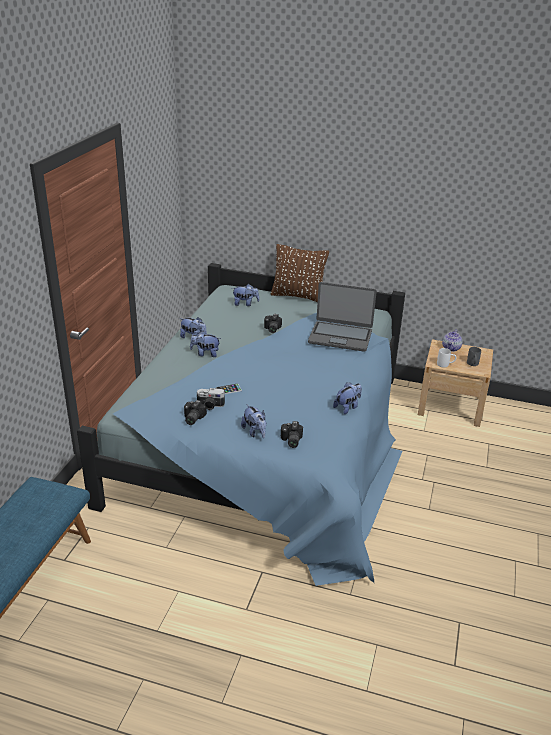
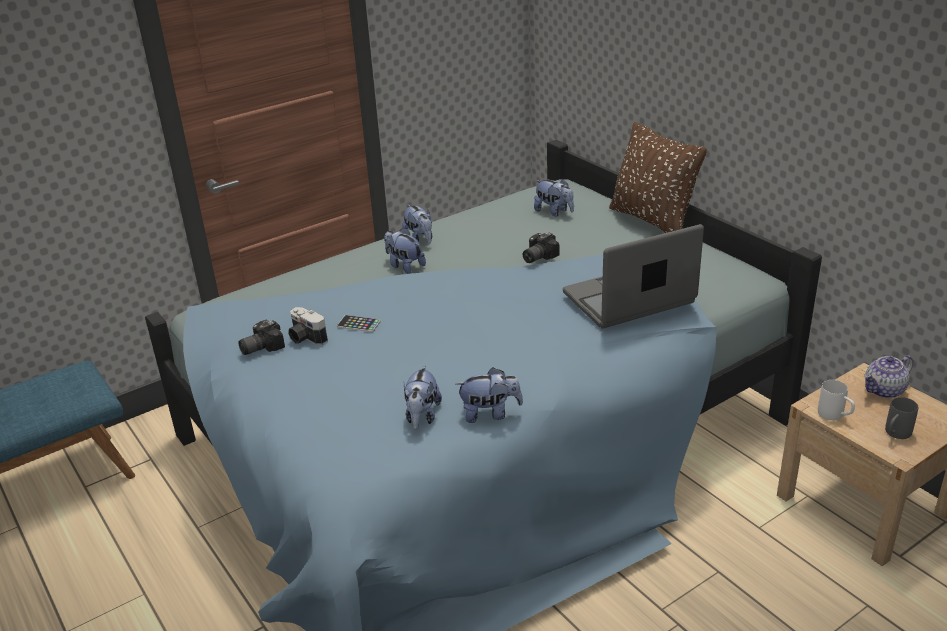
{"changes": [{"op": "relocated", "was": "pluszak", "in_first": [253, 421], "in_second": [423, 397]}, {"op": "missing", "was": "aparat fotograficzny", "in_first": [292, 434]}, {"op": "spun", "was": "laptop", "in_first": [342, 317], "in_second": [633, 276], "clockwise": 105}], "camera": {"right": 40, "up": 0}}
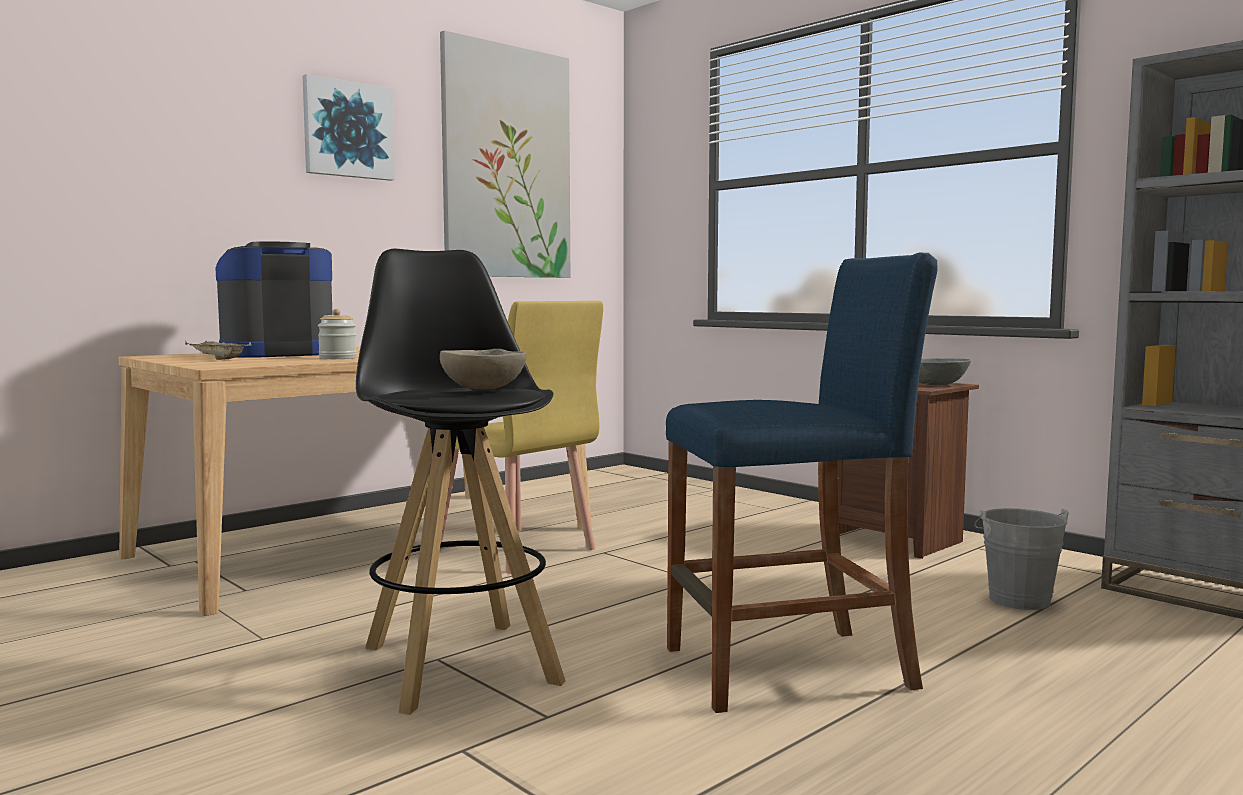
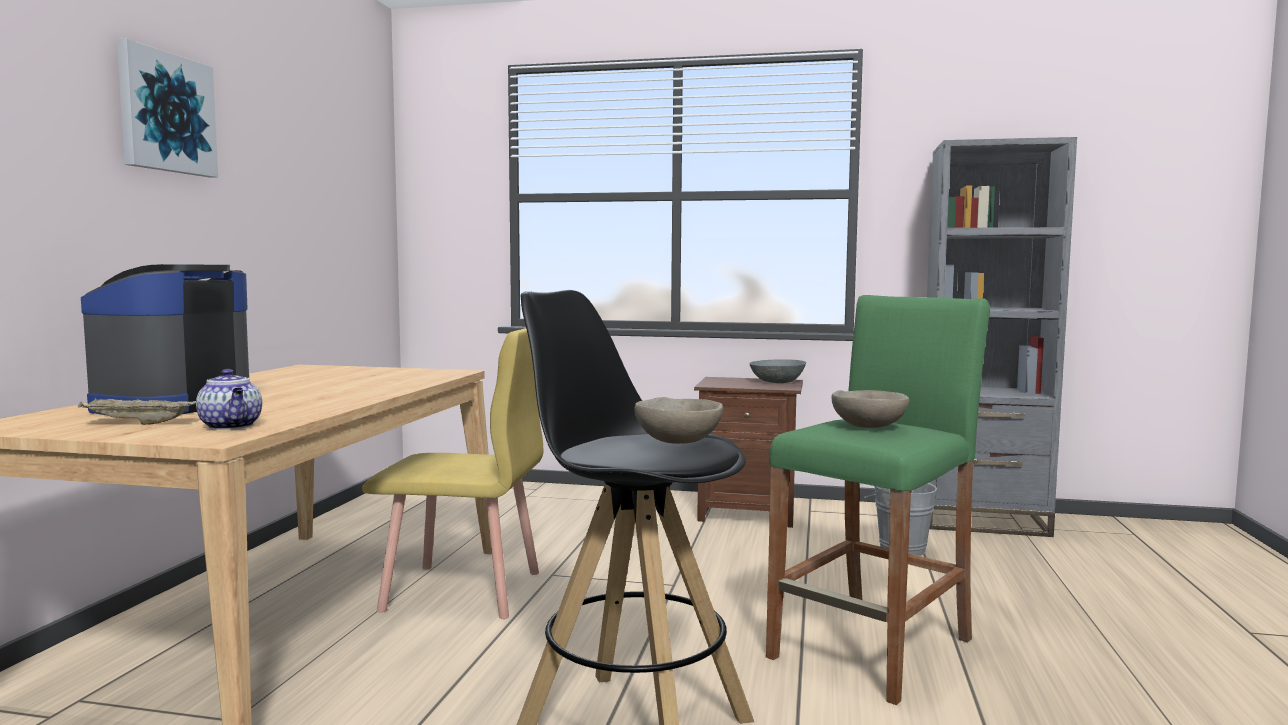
{"changes": [{"op": "missing", "was": "słoik", "in_first": [337, 334]}, {"op": "missing", "was": "obraz", "in_first": [505, 154]}, {"op": "colour", "was": "stołek [niebieski]", "now": "stołek [zielony]", "in_first": [802, 483], "in_second": [878, 500]}, {"op": "appeared", "now": "imbryk", "in_second": [229, 399]}, {"op": "appeared", "now": "miska [beżowy]", "in_second": [870, 409]}], "camera": {"right": -35, "up": 0}}
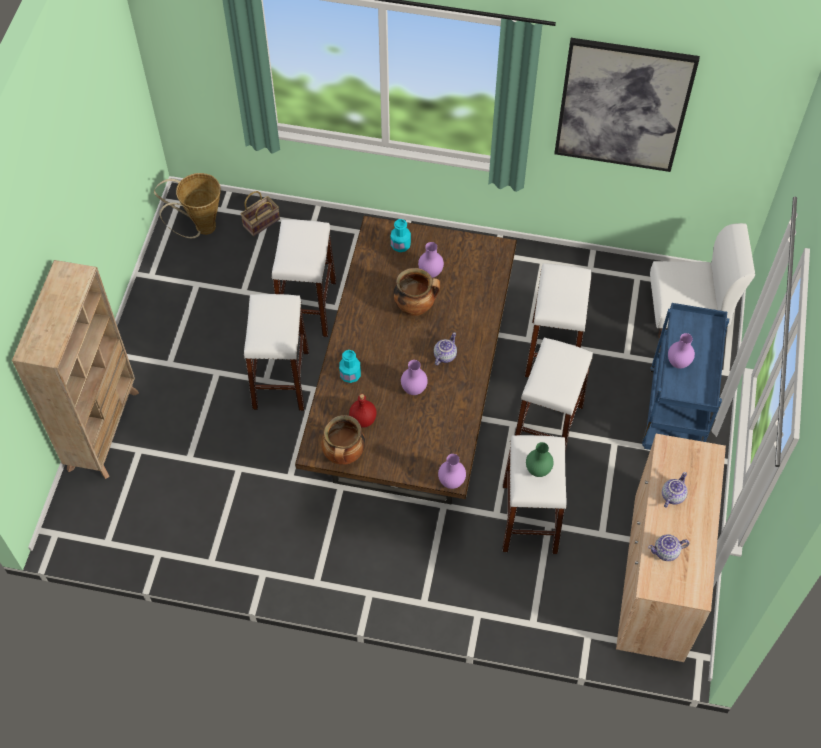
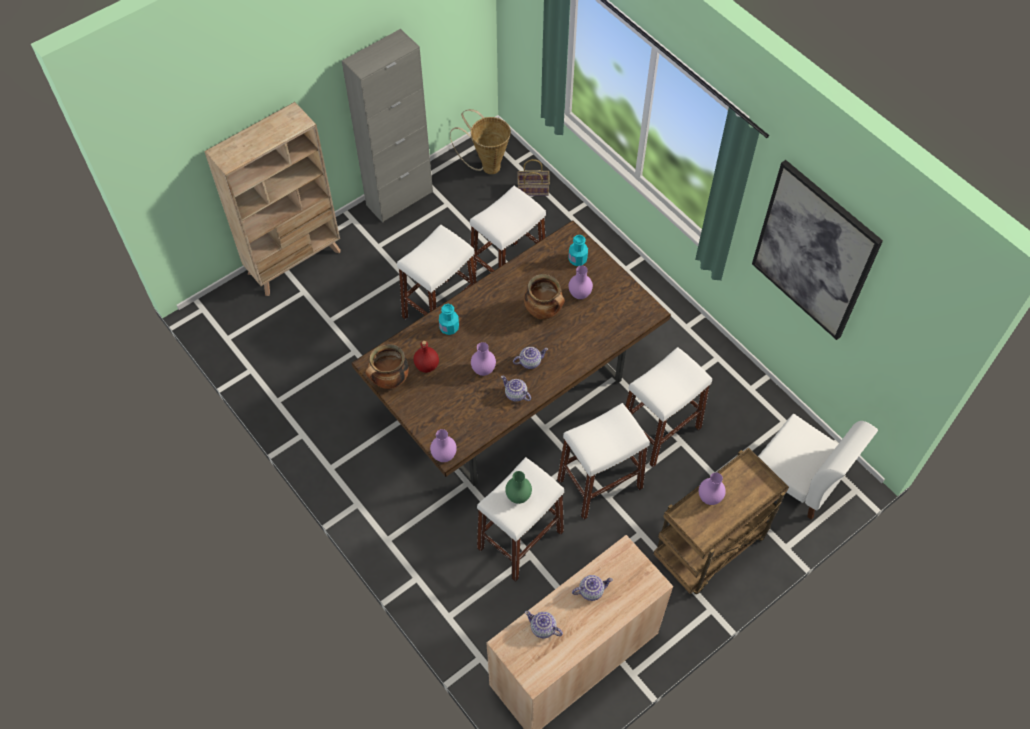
{"changes": [{"op": "colour", "was": "wózek [niebieski]", "now": "wózek [brązowy]", "in_first": [685, 376], "in_second": [721, 520]}, {"op": "appeared", "now": "szafka [szary]", "in_second": [387, 126]}, {"op": "appeared", "now": "imbryk", "in_second": [516, 389]}], "camera": {"right": 40, "up": 0}}
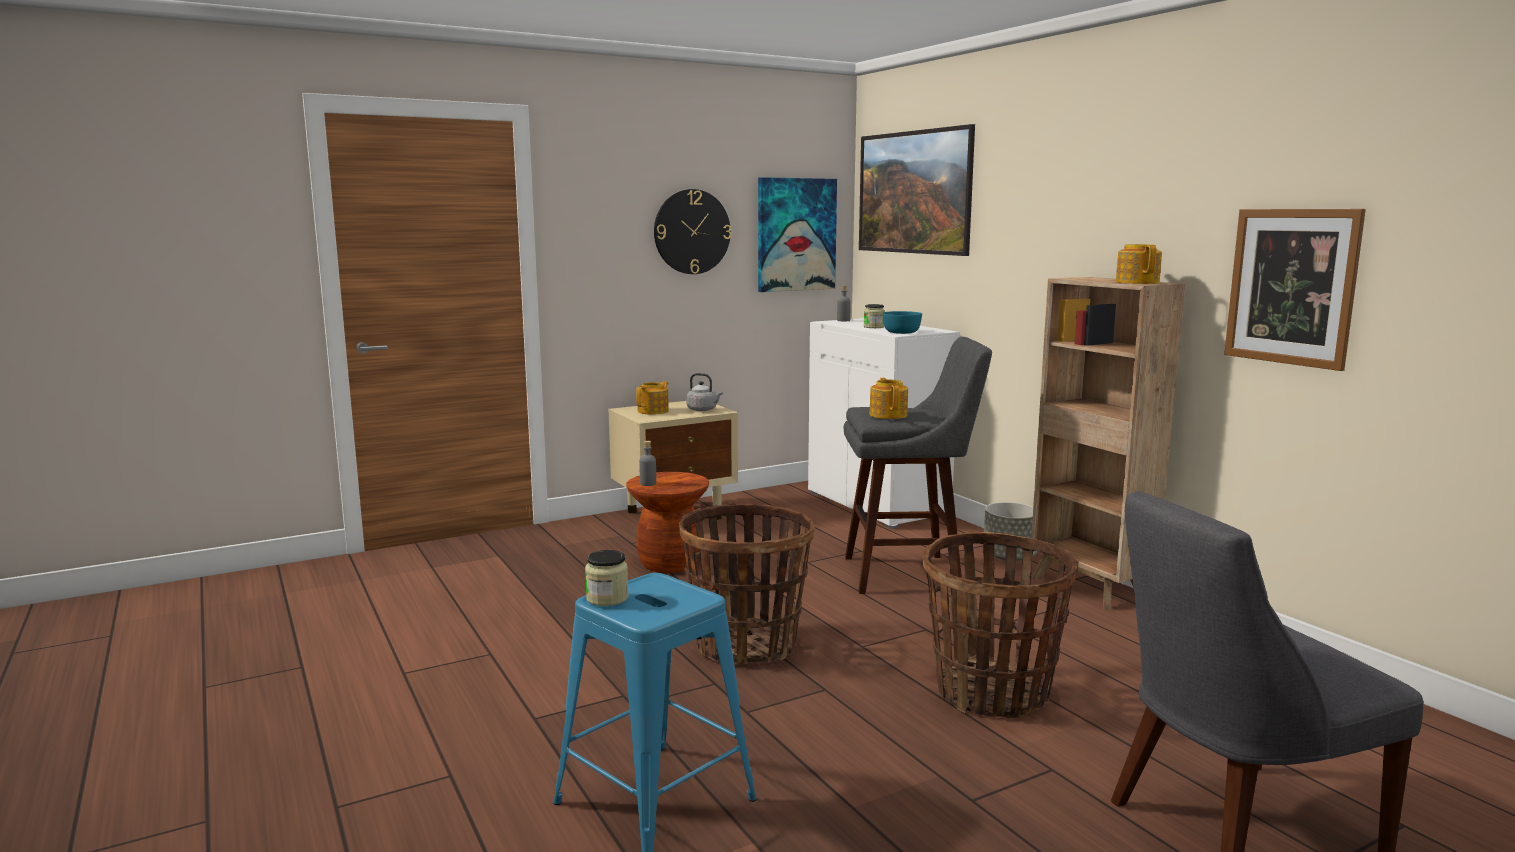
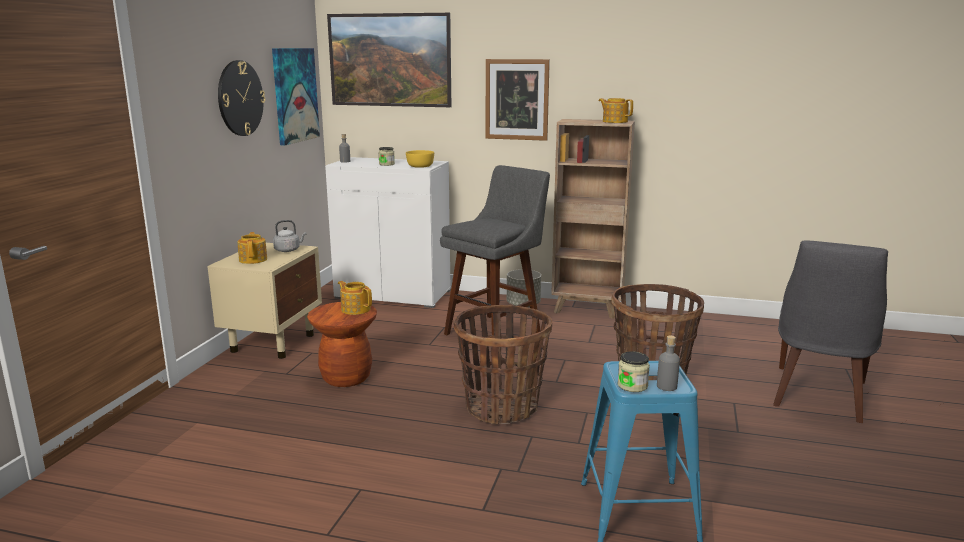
{"changes": [{"op": "relocated", "was": "butelka [szary]", "in_first": [647, 463], "in_second": [668, 363]}, {"op": "relocated", "was": "imbryk", "in_first": [889, 398], "in_second": [355, 298]}, {"op": "colour", "was": "miska [turkusowy]", "now": "miska [żółty]", "in_first": [902, 322], "in_second": [420, 159]}, {"op": "relocated", "was": "obraz", "in_first": [1295, 290], "in_second": [518, 100]}], "camera": {"right": -45, "up": 5}}
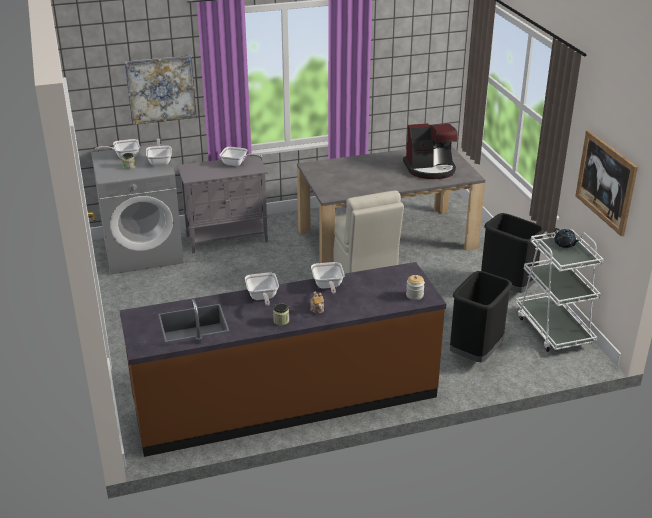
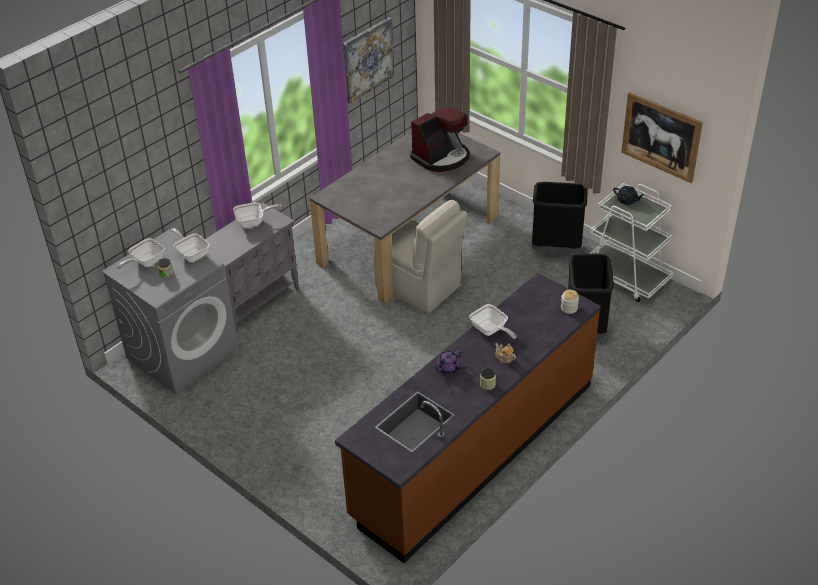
{"changes": [{"op": "relocated", "was": "obraz", "in_first": [161, 90], "in_second": [368, 60]}, {"op": "exchanged", "was": "patelnia", "now": "imbryk [fioletowy]", "in_first": [262, 289], "in_second": [447, 362]}], "camera": {"right": -30, "up": 10}}
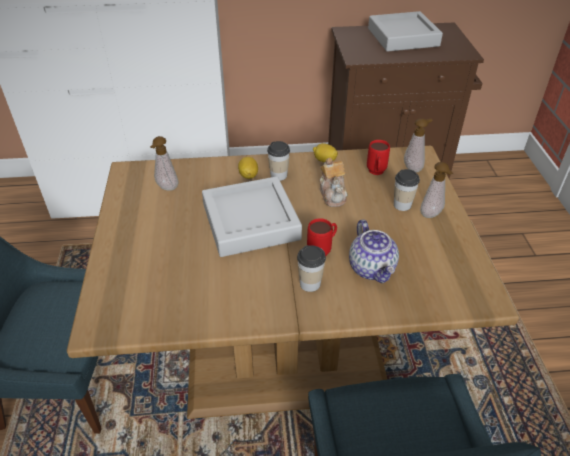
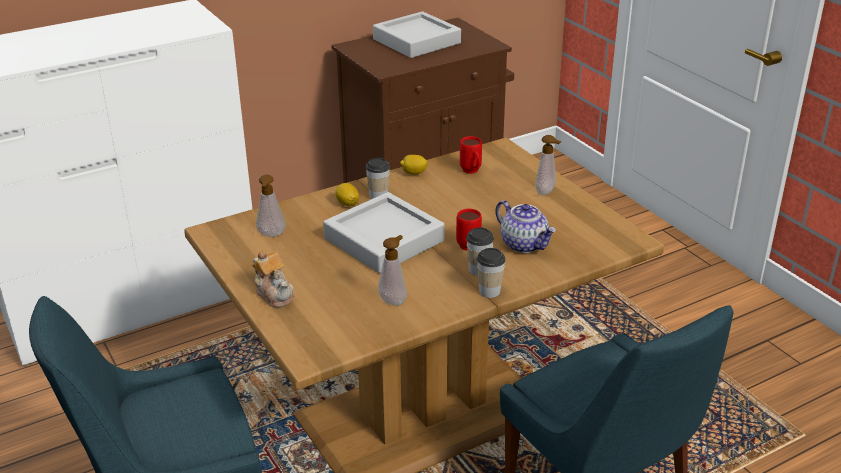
{"changes": [{"op": "relocated", "was": "imbryk", "in_first": [334, 182], "in_second": [273, 279]}, {"op": "relocated", "was": "filiżanka", "in_first": [407, 190], "in_second": [491, 273]}, {"op": "relocated", "was": "dozownik mydła", "in_first": [418, 145], "in_second": [392, 270]}], "camera": {"right": -25, "up": -10}}
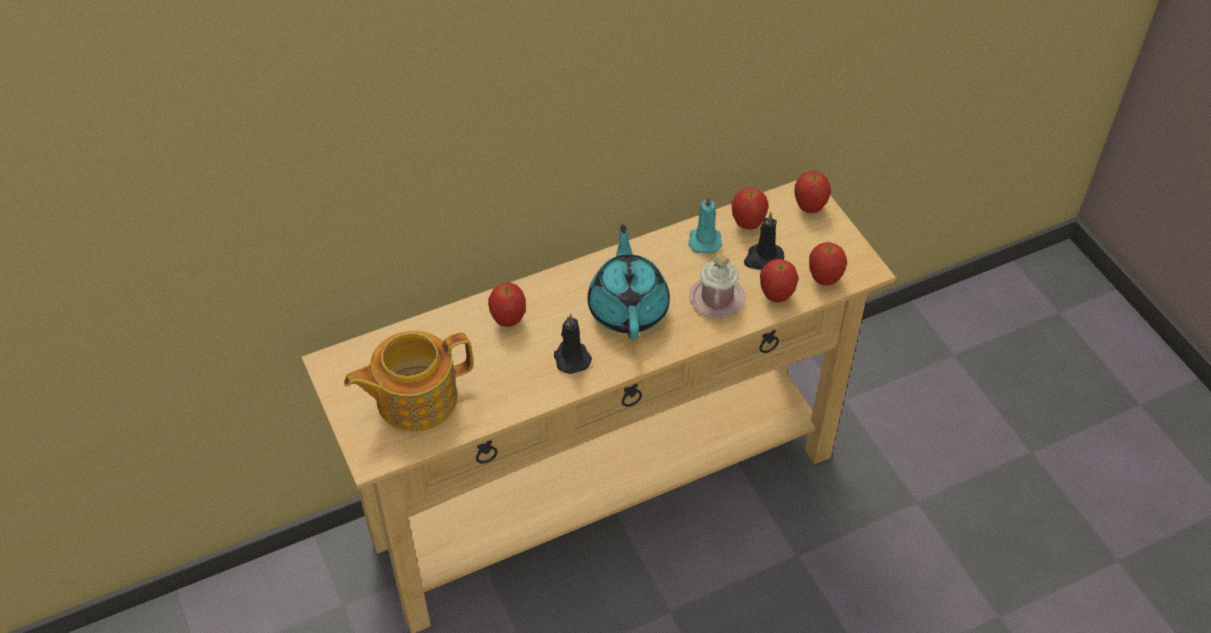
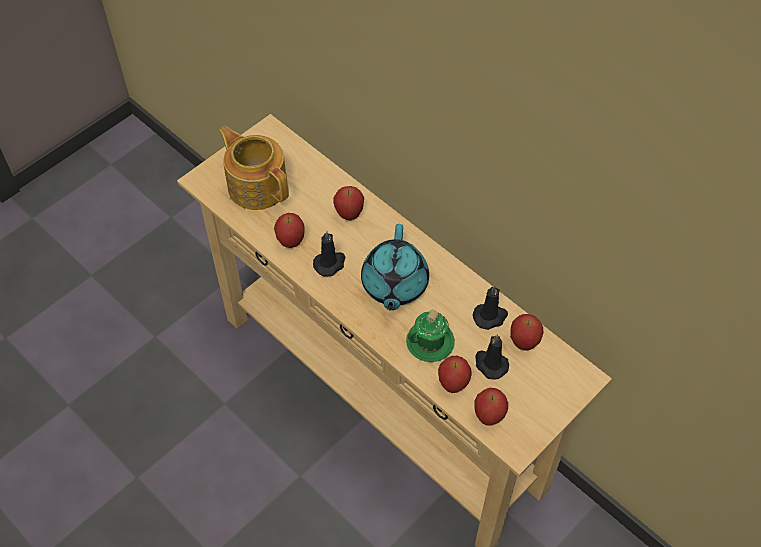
{"changes": [{"op": "spun", "was": "imbryk [turkusowy]", "in_first": [629, 281], "in_second": [395, 267], "clockwise": 120}, {"op": "colour", "was": "świeca [turkusowy]", "now": "świeca [czarny]", "in_first": [705, 224], "in_second": [490, 307]}, {"op": "colour", "was": "kubek [różowy]", "now": "kubek [zielony]", "in_first": [717, 285], "in_second": [430, 336]}, {"op": "relocated", "was": "jabłko", "in_first": [813, 192], "in_second": [289, 230]}], "camera": {"right": 70, "up": 5}}
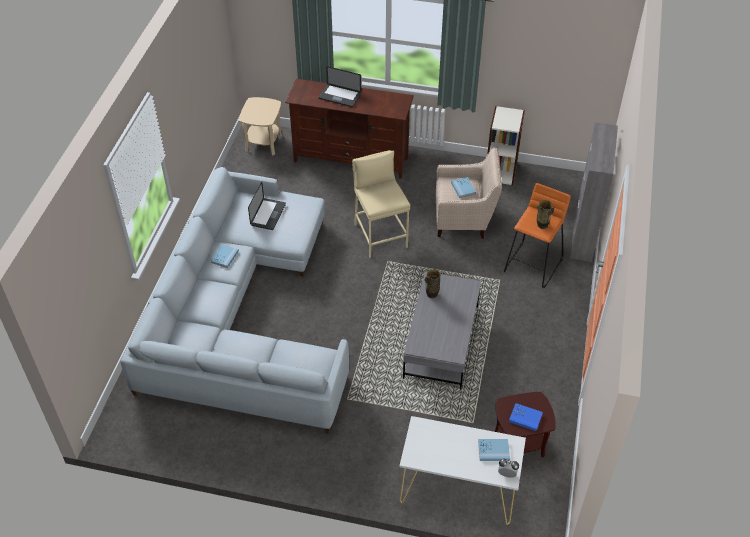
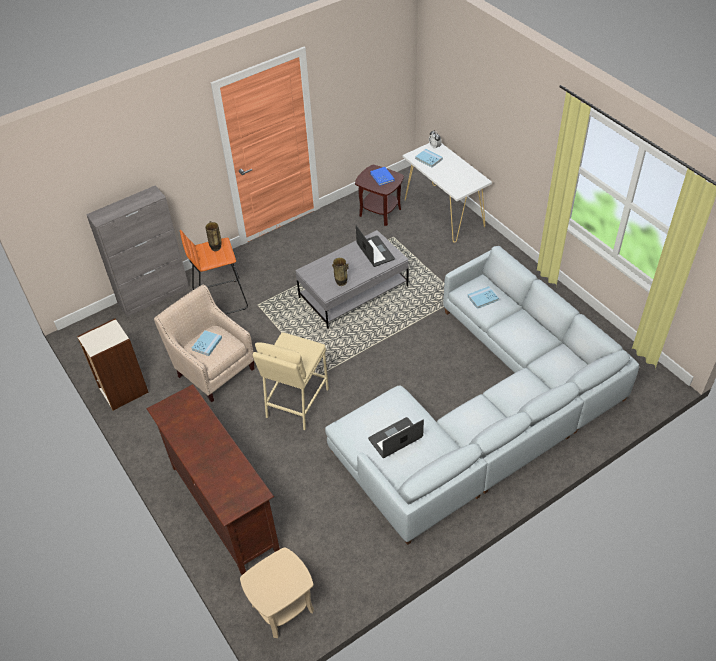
{"changes": [{"op": "relocated", "was": "książka [niebieski]", "in_first": [225, 256], "in_second": [483, 297]}, {"op": "relocated", "was": "laptop", "in_first": [340, 86], "in_second": [375, 246]}], "camera": {"right": -135, "up": 0}}
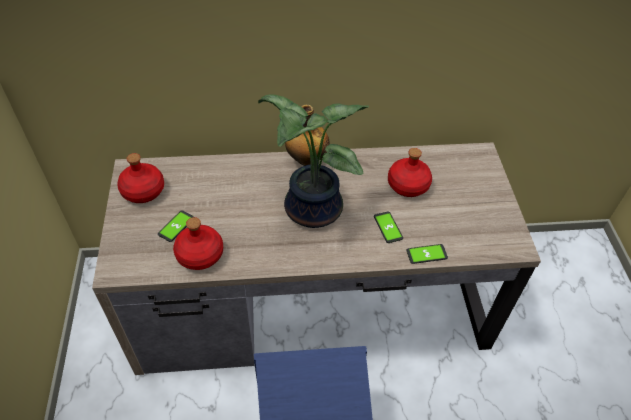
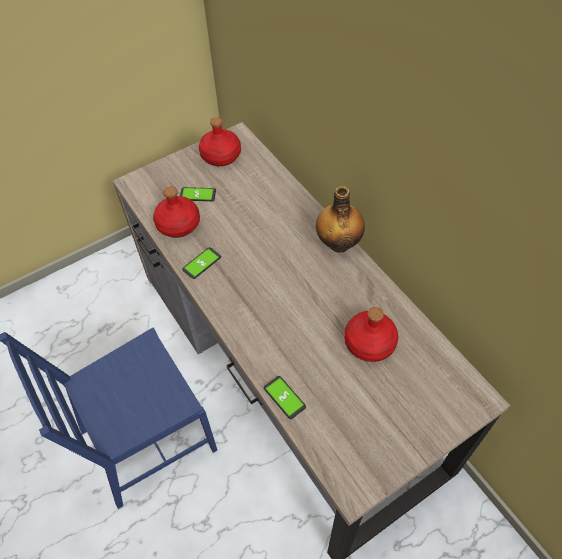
{"changes": [{"op": "missing", "was": "roślina doniczkowa", "in_first": [313, 161]}, {"op": "relocated", "was": "telefon", "in_first": [388, 227], "in_second": [201, 263]}], "camera": {"right": 65, "up": 5}}
